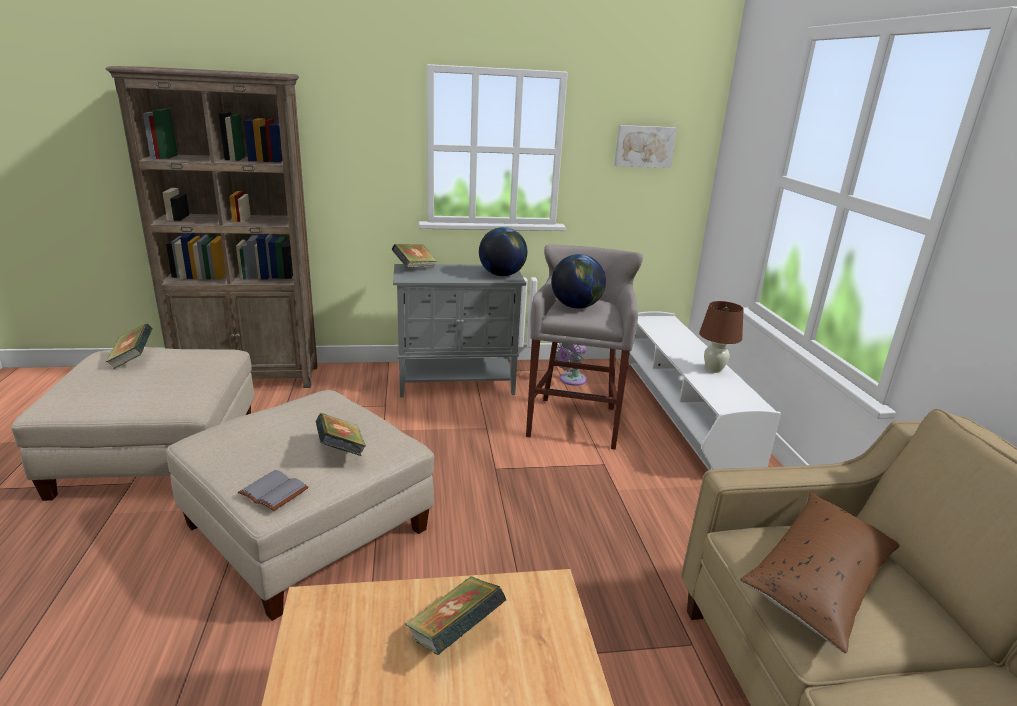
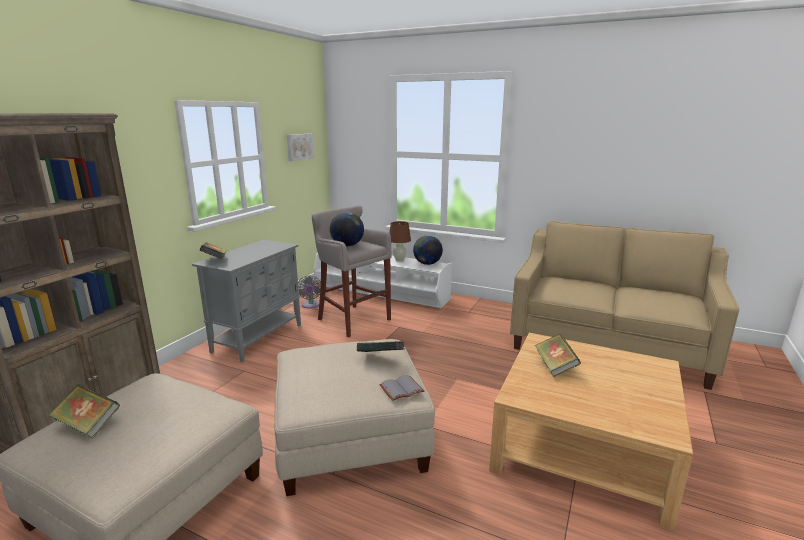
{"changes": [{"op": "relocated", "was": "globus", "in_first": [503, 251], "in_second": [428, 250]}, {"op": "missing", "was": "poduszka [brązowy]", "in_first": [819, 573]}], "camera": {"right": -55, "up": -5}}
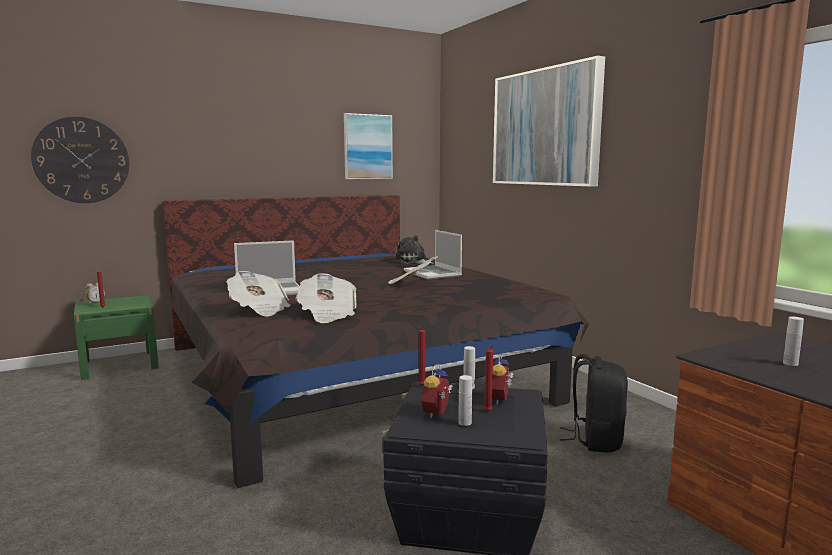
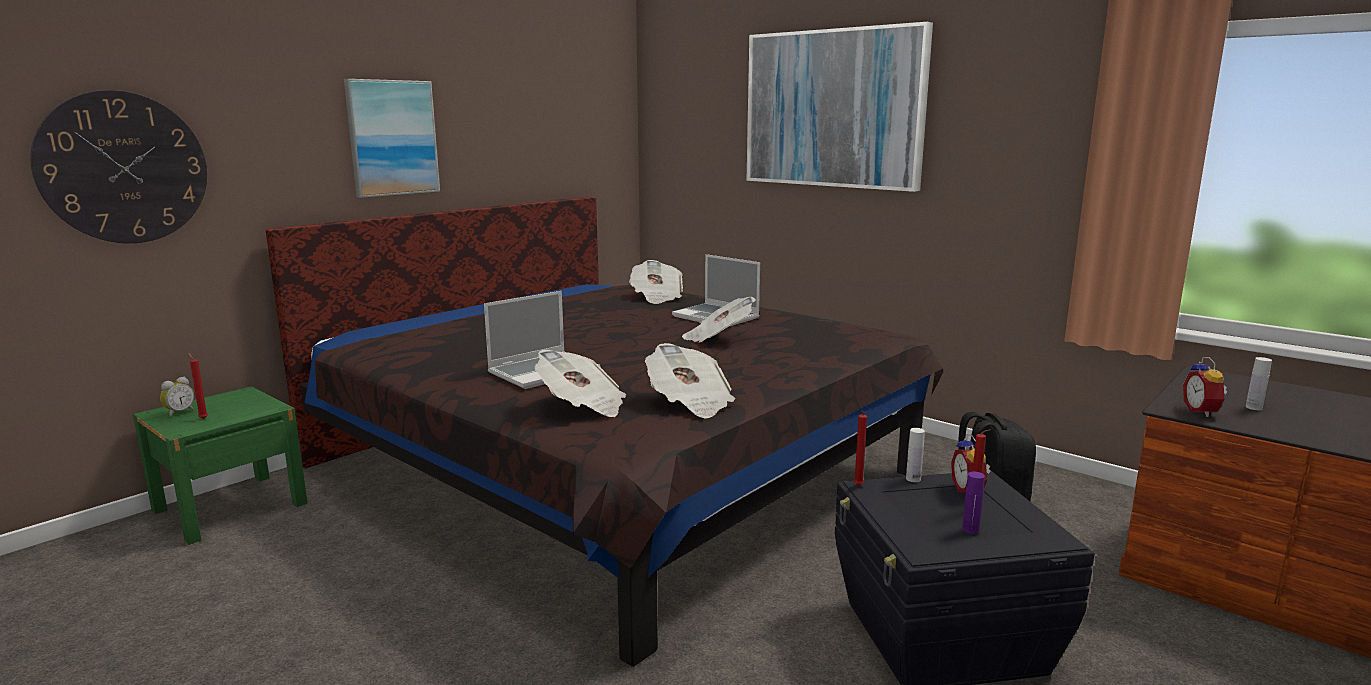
{"changes": [{"op": "relocated", "was": "obraz", "in_first": [368, 146], "in_second": [392, 138]}, {"op": "exchanged", "was": "pluszak", "now": "gazeta", "in_first": [414, 249], "in_second": [656, 282]}, {"op": "relocated", "was": "budzik", "in_first": [437, 391], "in_second": [1205, 387]}, {"op": "colour", "was": "butelka [biały]", "now": "butelka [fioletowy]", "in_first": [465, 400], "in_second": [973, 503]}], "camera": {"right": -20, "up": 5}}
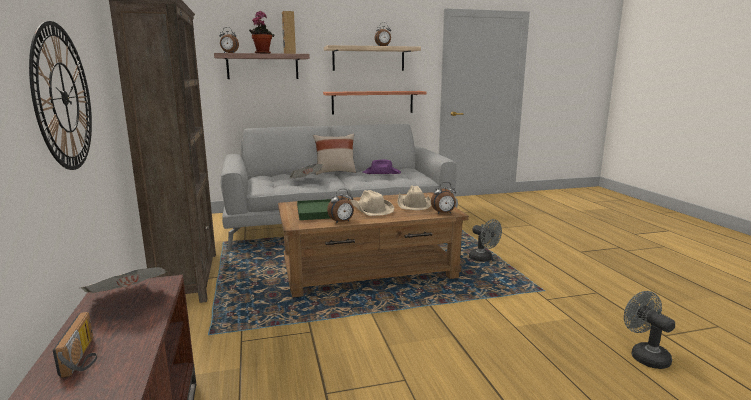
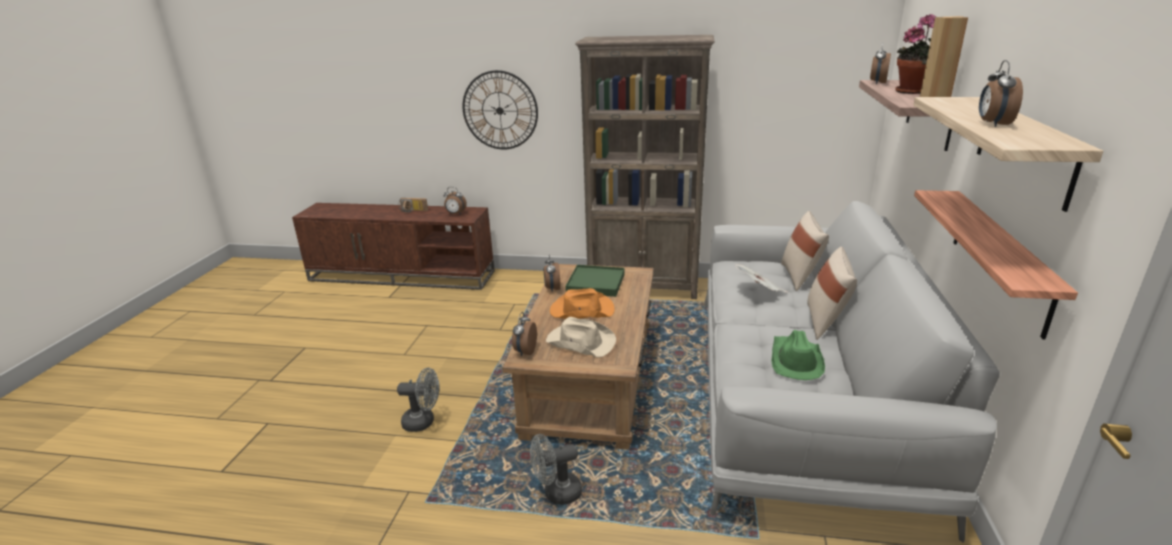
{"changes": [{"op": "exchanged", "was": "gazeta", "now": "budzik", "in_first": [124, 280], "in_second": [455, 200]}, {"op": "colour", "was": "kapelusz [beżowy]", "now": "kapelusz [pomarańczowy]", "in_first": [372, 203], "in_second": [582, 303]}, {"op": "colour", "was": "kapelusz [fioletowy]", "now": "kapelusz [zielony]", "in_first": [382, 167], "in_second": [798, 355]}, {"op": "relocated", "was": "wentylator [szary]", "in_first": [649, 330], "in_second": [418, 400]}, {"op": "appeared", "now": "poduszka [beżowy]", "in_second": [805, 251]}], "camera": {"right": 115, "up": 10}}
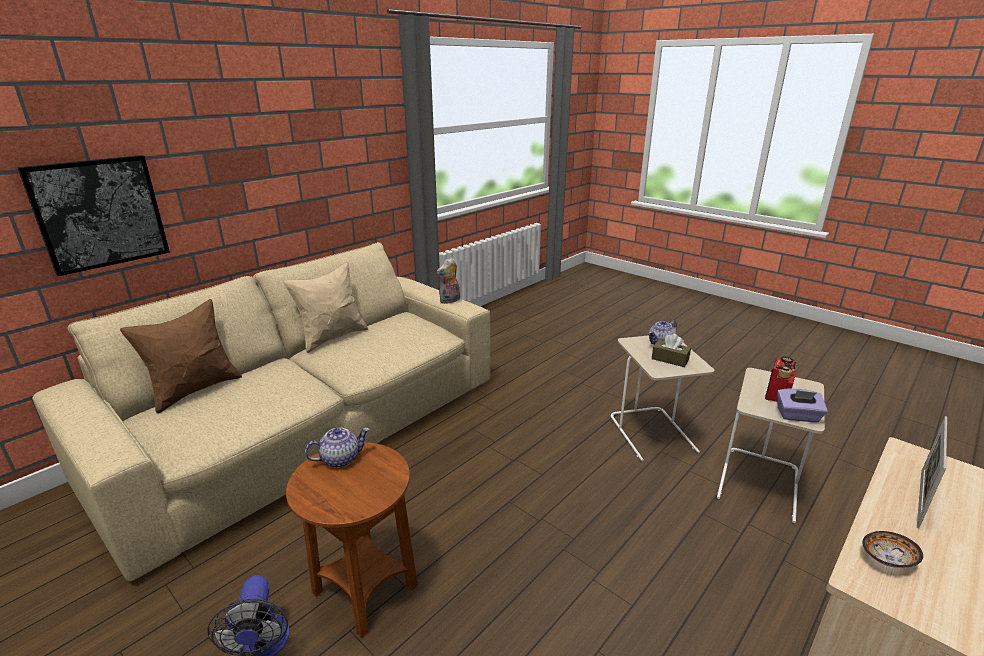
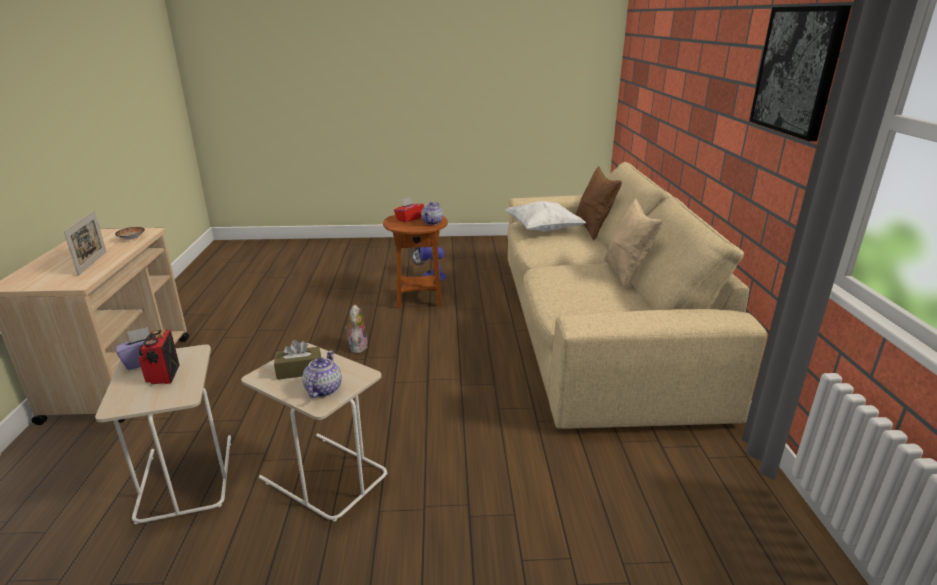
{"changes": [{"op": "relocated", "was": "obraz", "in_first": [93, 215], "in_second": [800, 73]}, {"op": "relocated", "was": "pluszak", "in_first": [448, 280], "in_second": [356, 329]}, {"op": "appeared", "now": "pudełko chusteczek [czerwony]", "in_second": [409, 209]}, {"op": "appeared", "now": "poduszka [biały]", "in_second": [545, 216]}], "camera": {"right": 135, "up": 0}}
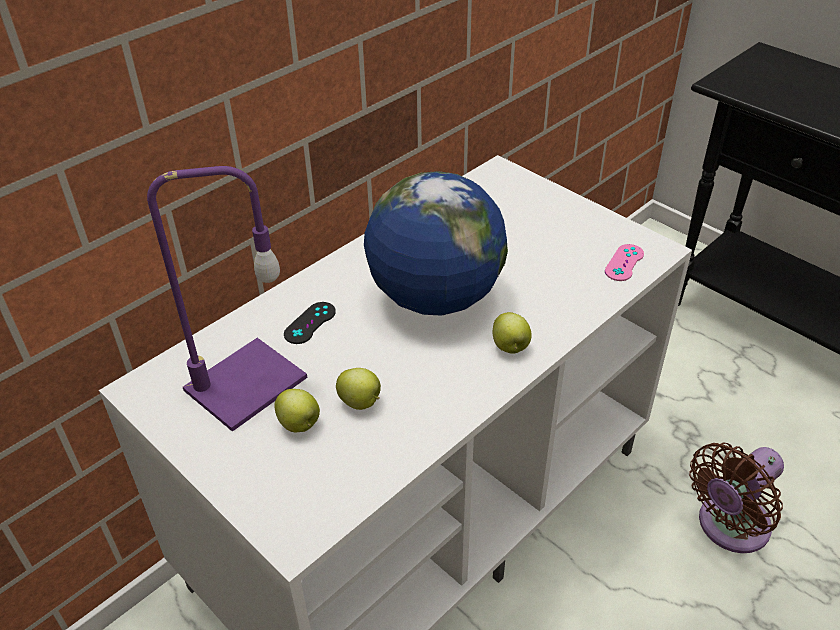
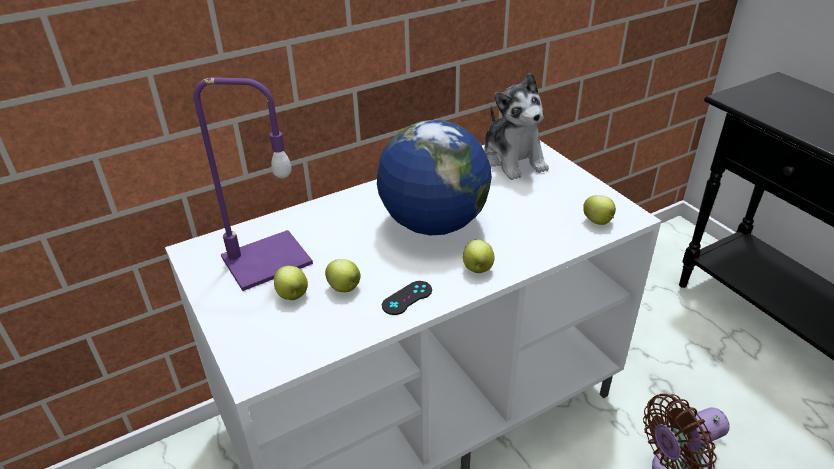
{"changes": [{"op": "relocated", "was": "pad do gier [czarny]", "in_first": [310, 323], "in_second": [407, 298]}, {"op": "exchanged", "was": "pad do gier [różowy]", "now": "jabłko", "in_first": [624, 262], "in_second": [599, 210]}, {"op": "appeared", "now": "pluszak", "in_second": [516, 126]}], "camera": {"right": 15, "up": -5}}
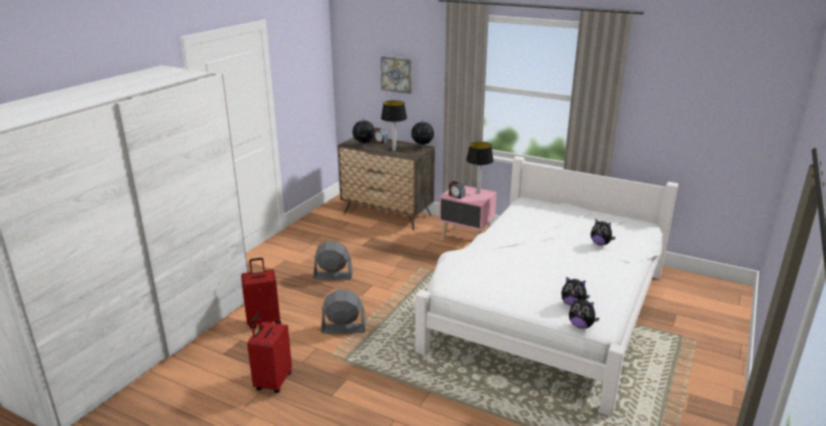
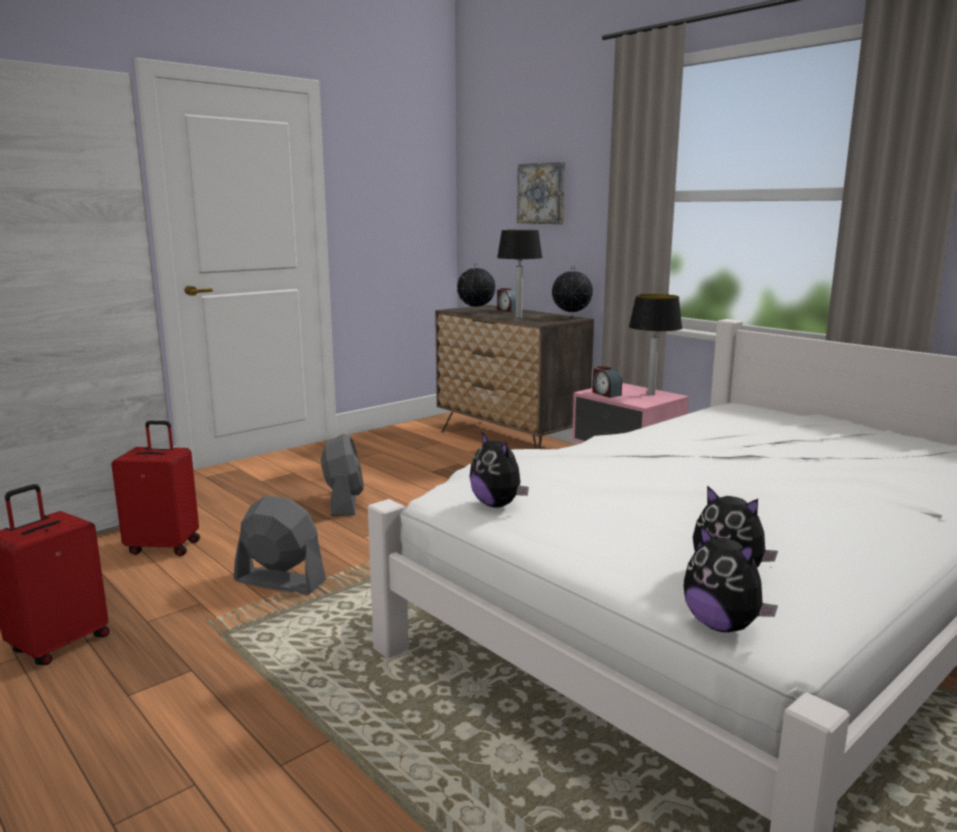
{"changes": [{"op": "spun", "was": "wentylator [szary]", "in_first": [333, 260], "in_second": [342, 475], "clockwise": 60}, {"op": "relocated", "was": "pluszak", "in_first": [603, 232], "in_second": [499, 470]}], "camera": {"right": 20, "up": -10}}
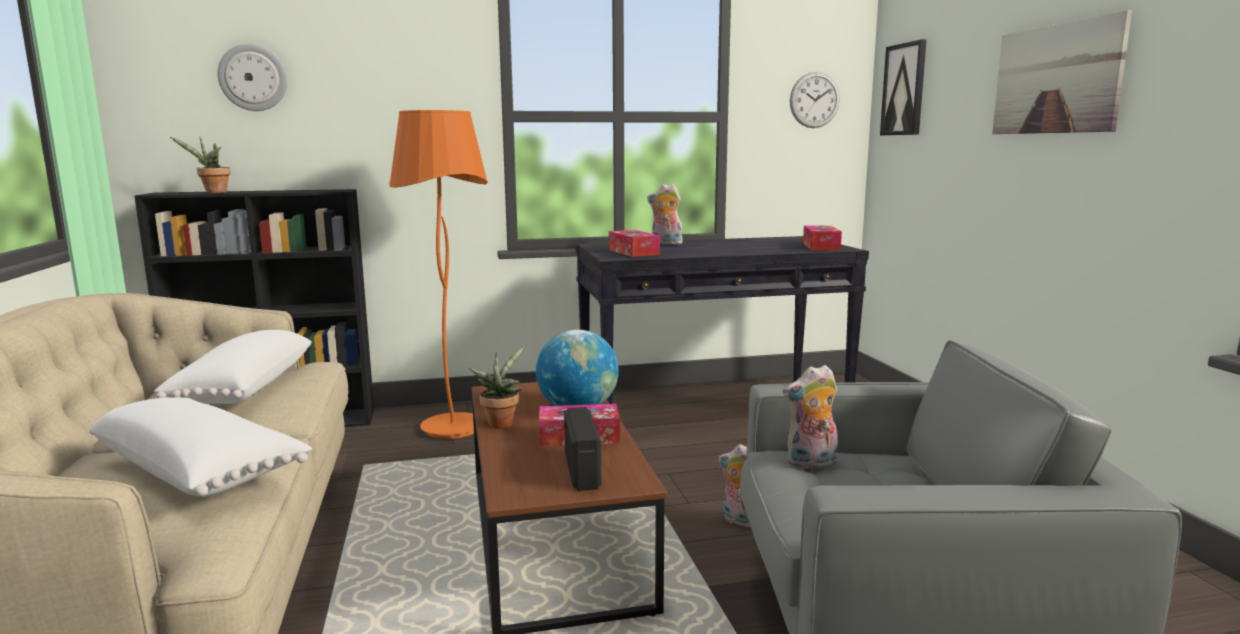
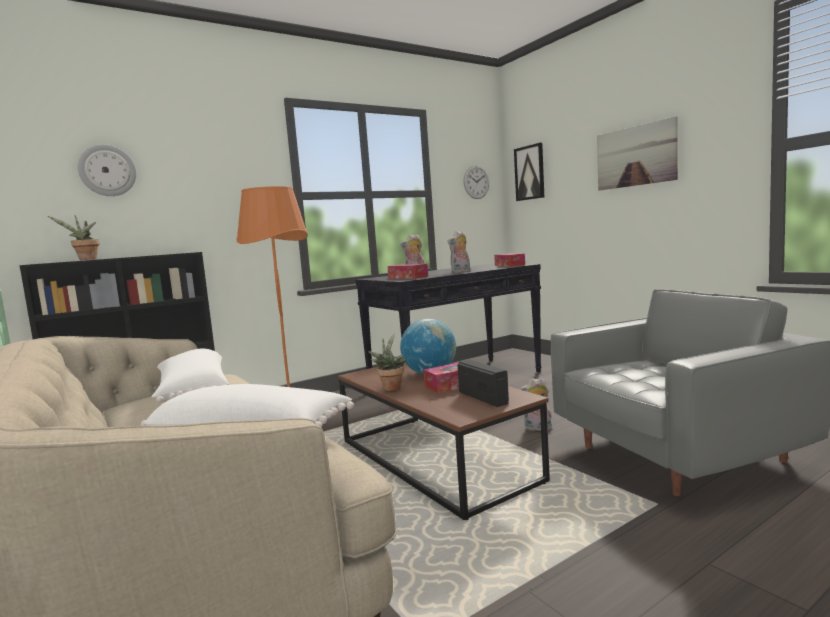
{"changes": [{"op": "relocated", "was": "pluszak", "in_first": [810, 416], "in_second": [459, 252]}], "camera": {"right": -20, "up": -5}}
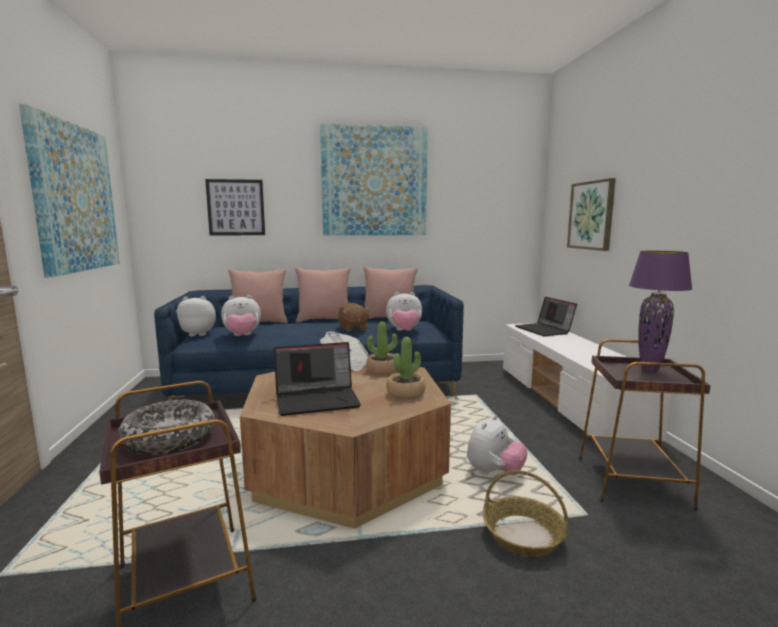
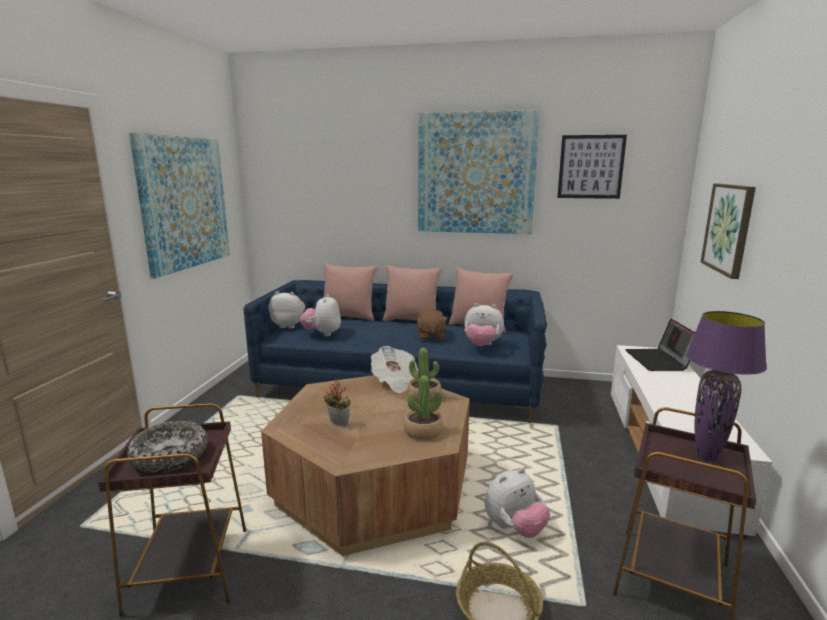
{"changes": [{"op": "relocated", "was": "obraz", "in_first": [235, 207], "in_second": [592, 167]}, {"op": "spun", "was": "pluszak", "in_first": [241, 315], "in_second": [320, 315], "clockwise": 90}, {"op": "exchanged", "was": "laptop", "now": "roślina doniczkowa", "in_first": [317, 379], "in_second": [336, 402]}], "camera": {"right": 20, "up": 5}}
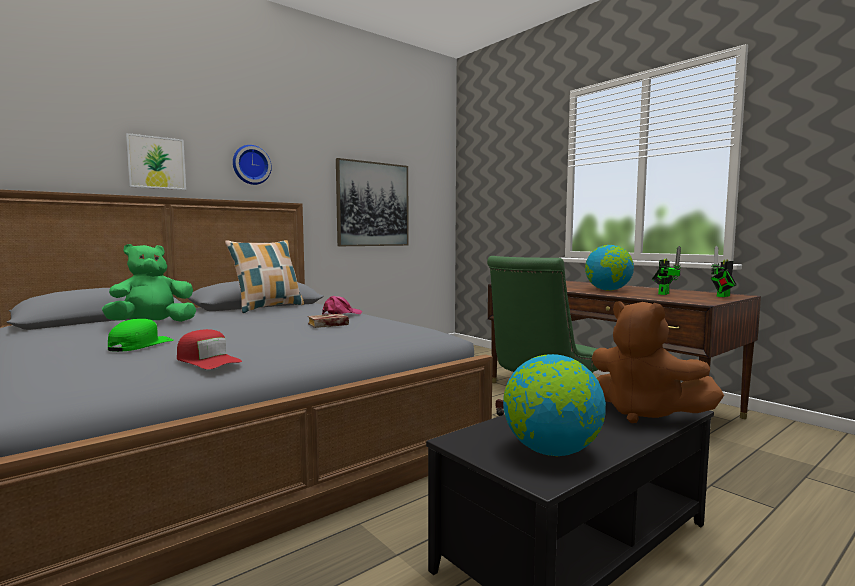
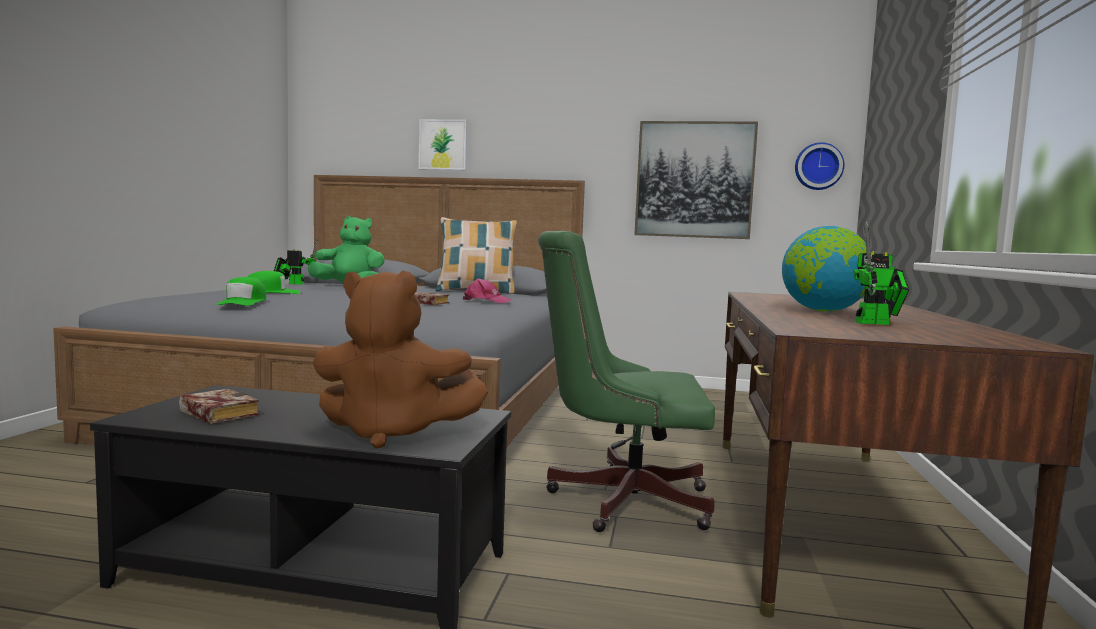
{"changes": [{"op": "colour", "was": "czapka z daszkiem [czerwony]", "now": "czapka z daszkiem [zielony]", "in_first": [209, 349], "in_second": [241, 291]}, {"op": "relocated", "was": "zegar ścienny", "in_first": [252, 165], "in_second": [819, 166]}, {"op": "exchanged", "was": "globus", "now": "książka", "in_first": [554, 405], "in_second": [219, 406]}, {"op": "spun", "was": "pluszak [brązowy]", "in_first": [658, 362], "in_second": [400, 359], "clockwise": -90}, {"op": "relocated", "was": "robot zabawkowy", "in_first": [724, 271], "in_second": [296, 261]}], "camera": {"right": 50, "up": 0}}
